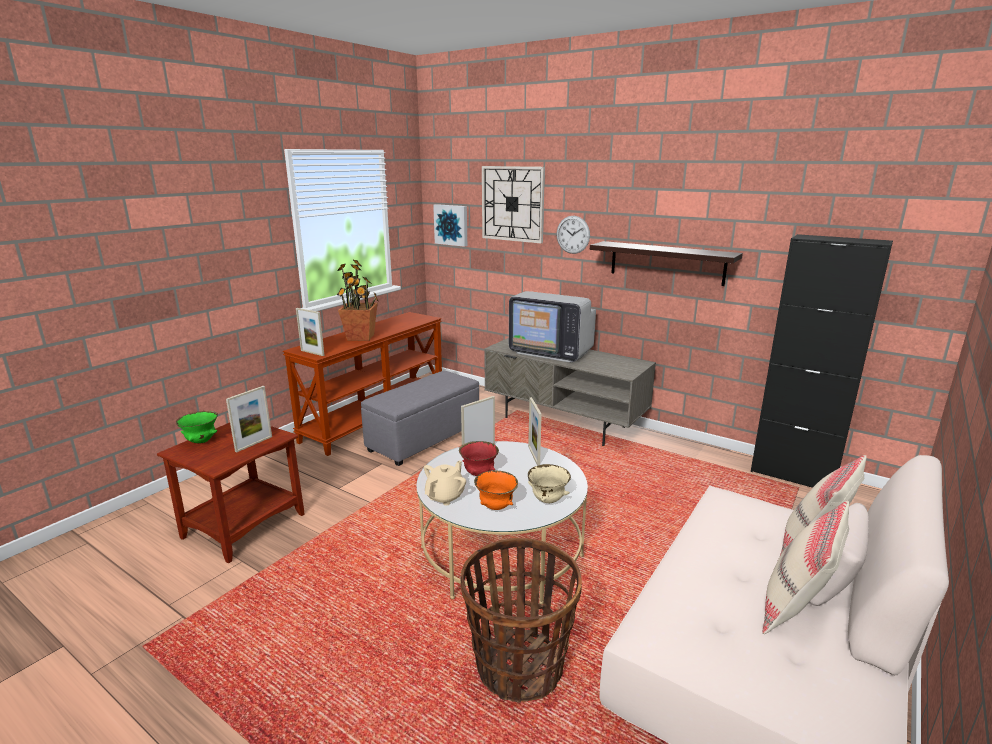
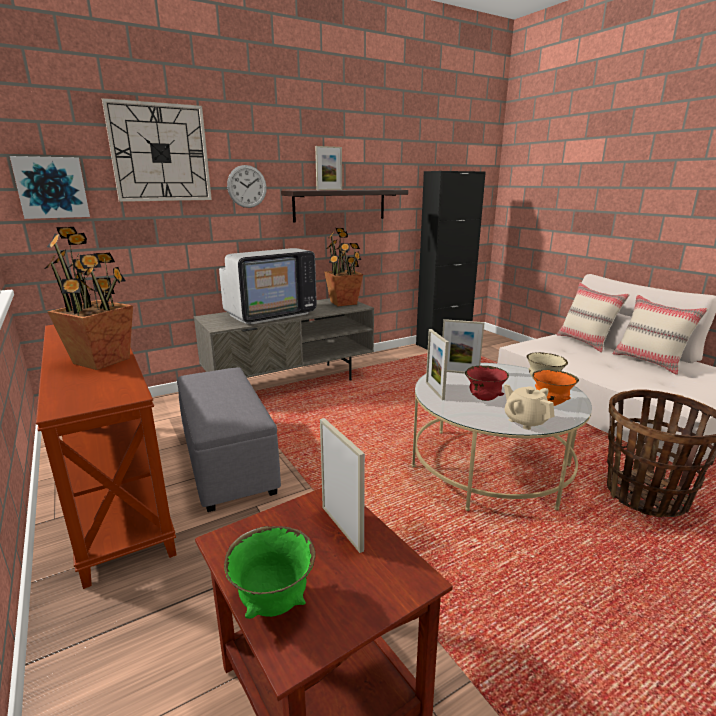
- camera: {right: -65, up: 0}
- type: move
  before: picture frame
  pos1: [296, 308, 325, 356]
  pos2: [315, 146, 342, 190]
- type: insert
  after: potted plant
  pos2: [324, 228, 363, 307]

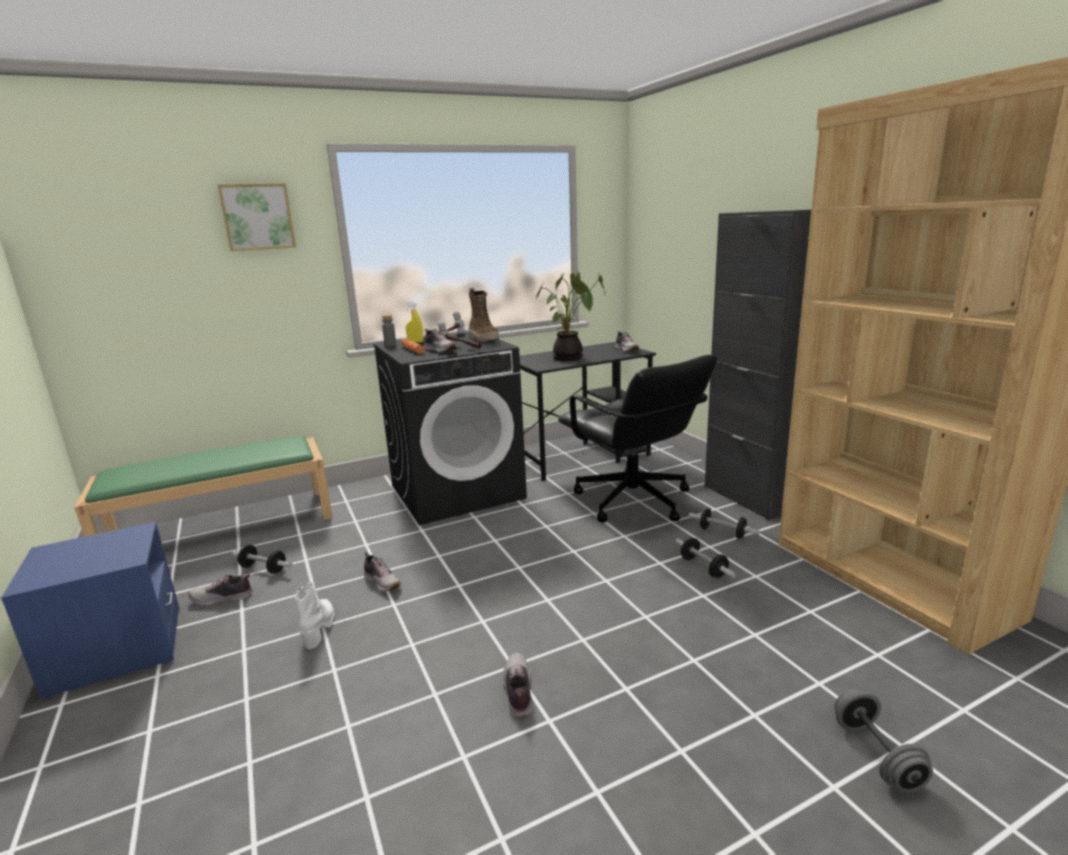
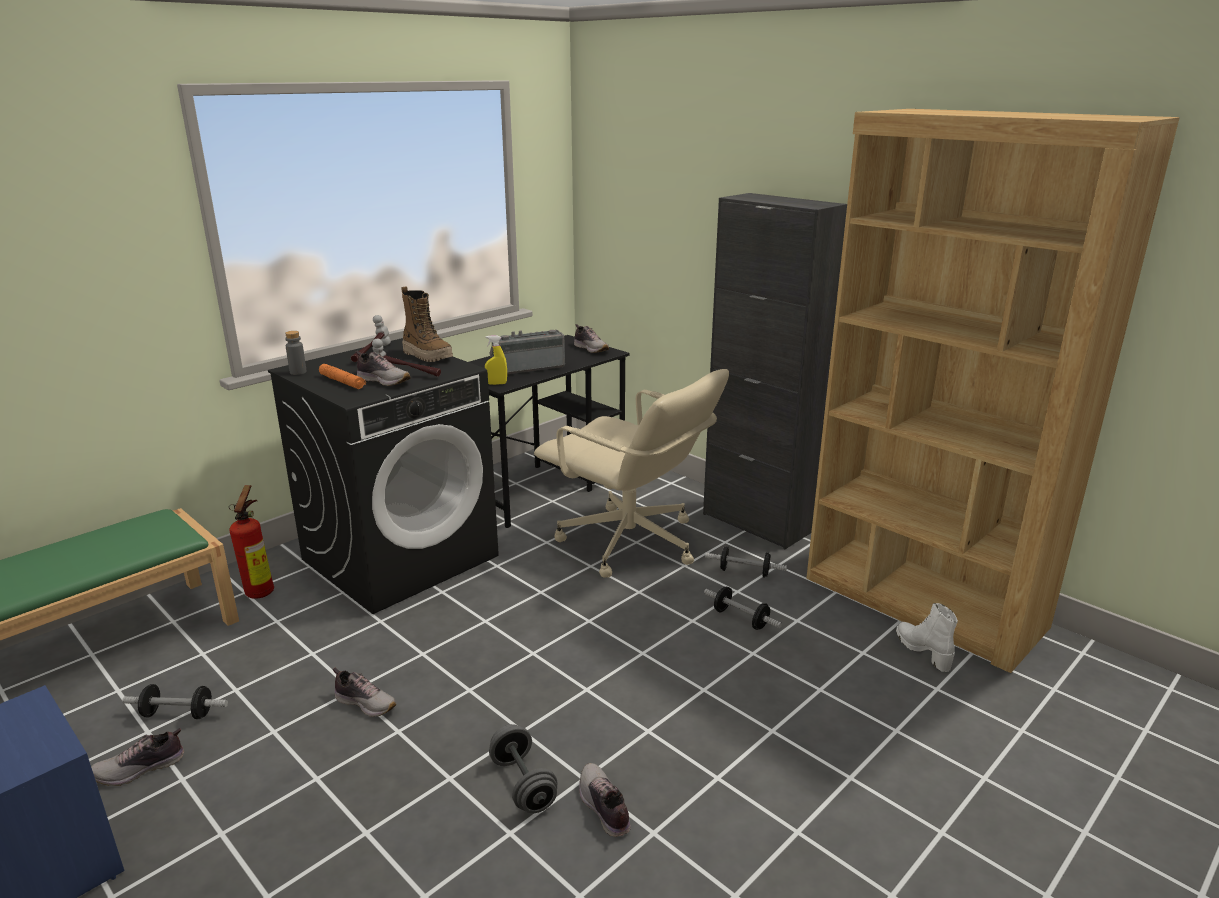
- camera: {right: -20, up: 5}
- type: delete
  before: picture
  pos1: [218, 183, 296, 251]
- type: replace
  before: potted plant
  after: radio
  pos1: [536, 272, 606, 361]
  pos2: [489, 329, 565, 374]
- type: move
  before: spray bottle/yellow
  pos1: [405, 302, 423, 342]
  pos2: [485, 335, 507, 385]
- type: recolor
  before: office chair/black
  after: office chair/beige
  pos1: [558, 355, 717, 523]
  pos2: [534, 369, 729, 578]
- type: move
  before: boot/white
  pos1: [295, 582, 334, 649]
  pos2: [896, 603, 958, 672]
- type: move
  before: dumbbell/grey
  pos1: [835, 688, 933, 793]
  pos2: [489, 724, 558, 813]
- type: insert
  after: fire extinguisher
  pos2: [229, 485, 274, 599]

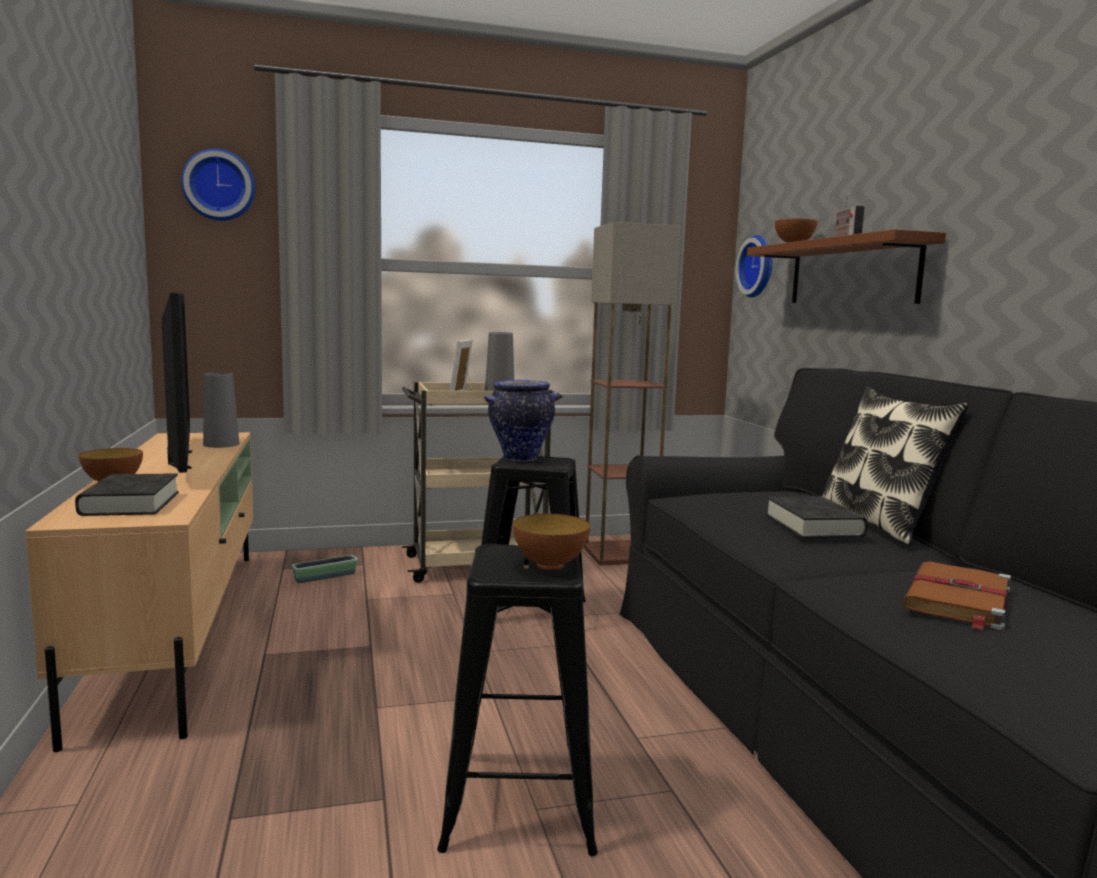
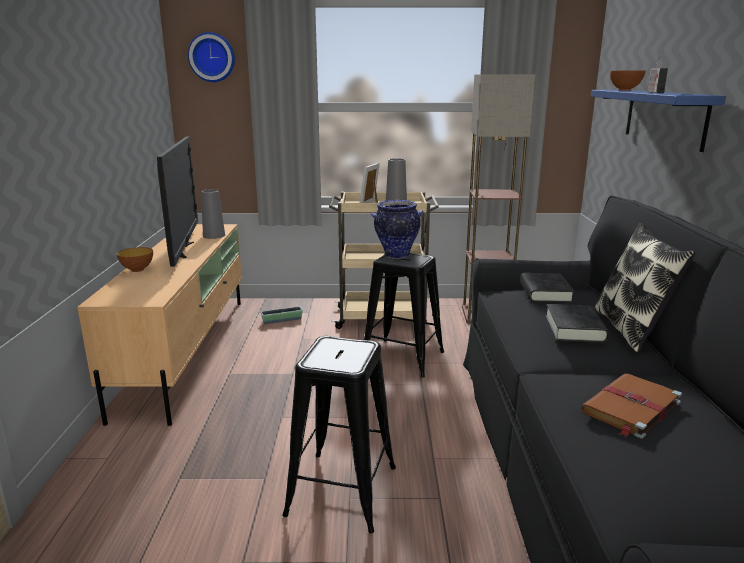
- camera: {right: 15, up: 10}
- type: recolor
  before: shelf/brown
  after: shelf/blue
  pos1: [747, 229, 946, 304]
  pos2: [591, 90, 726, 152]
- type: delete
  before: wall clock
  pos1: [736, 235, 772, 298]
- type: move
  before: book/black
  pos1: [75, 473, 179, 516]
  pos2: [520, 273, 574, 303]
- type: delete
  before: bowl
  pos1: [513, 514, 590, 570]

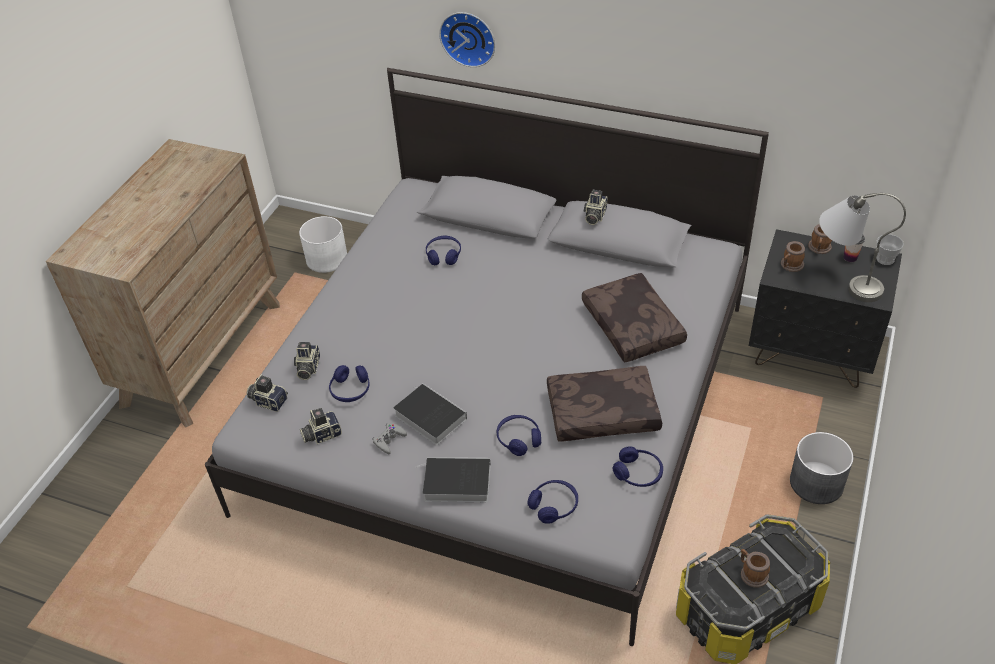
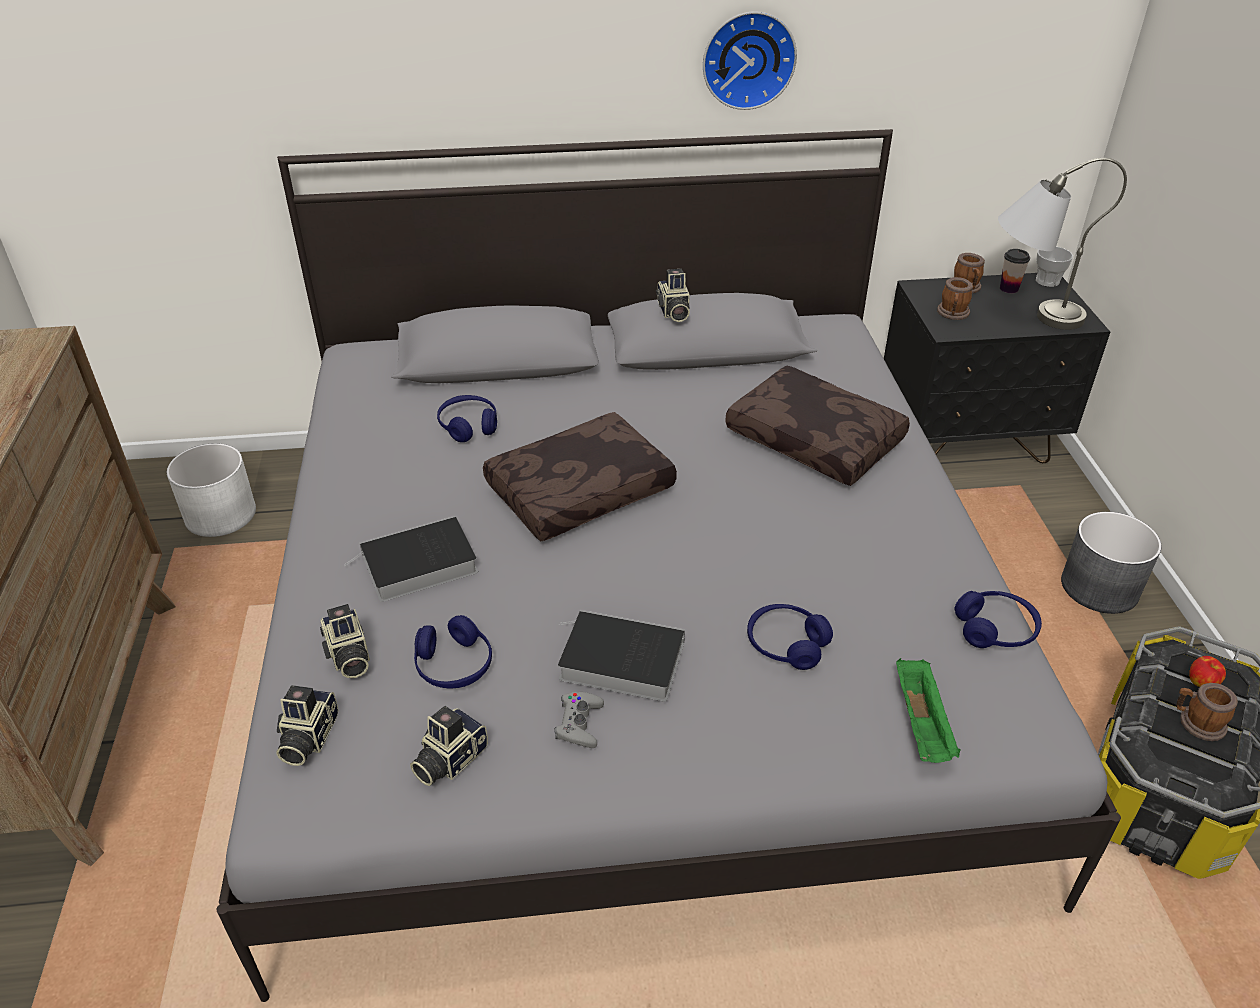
- camera: {right: -30, up: -5}
- type: move
  before: wall clock
  pos1: [439, 12, 495, 67]
  pos2: [703, 11, 797, 110]
- type: move
  before: pillow/brown
  pos1: [547, 366, 662, 441]
  pos2: [483, 412, 677, 542]
- type: rotate
  before: photo camera
  pos1: [246, 374, 288, 412]
  pos2: [276, 685, 338, 766]
  turn: -75
- type: move
  before: book
  pos1: [415, 457, 491, 502]
  pos2: [344, 516, 478, 602]
- type: replace
  before: headphones/blue
  after: tray/green
  pos1: [528, 480, 578, 524]
  pos2: [896, 658, 961, 763]
- type: insert
  after: apple
  pos2: [1189, 656, 1226, 687]

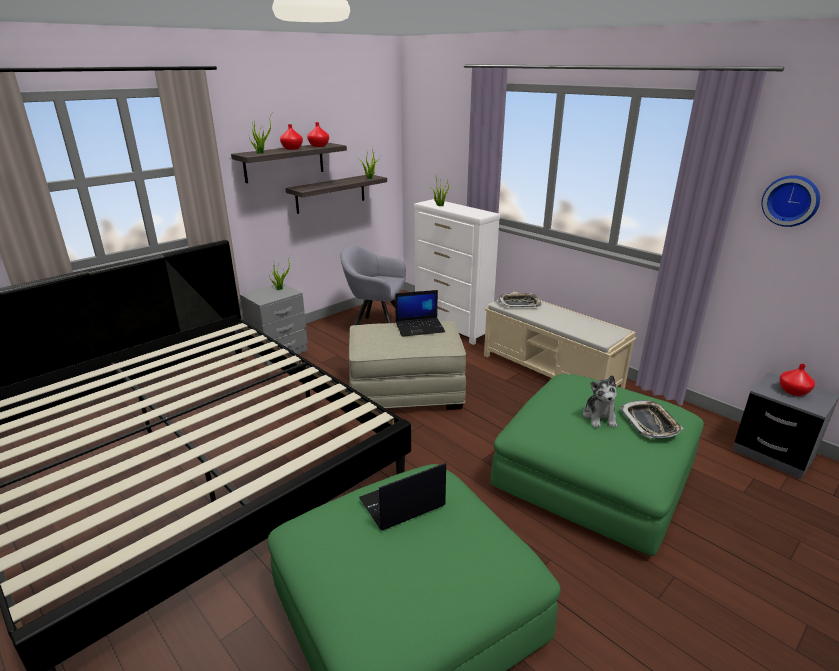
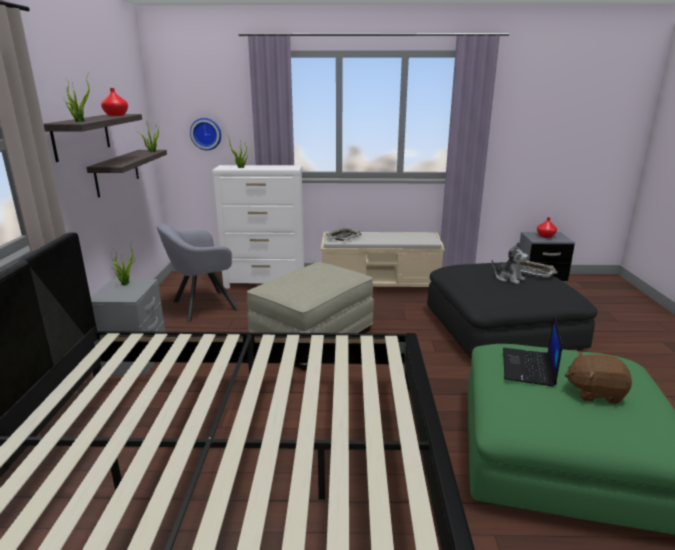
- camera: {right: -45, up: -5}
- type: delete
  before: vase/red
  pos1: [280, 124, 303, 150]
- type: move
  before: wall clock
  pos1: [761, 175, 820, 227]
  pos2: [190, 118, 221, 150]
- type: delete
  before: laptop
  pos1: [395, 290, 445, 337]
- type: recolor
  before: ottoman/green
  after: ottoman/black
  pos1: [490, 374, 704, 556]
  pos2: [427, 262, 598, 359]
- type: insert
  after: plush toy/brown
  pos2: [565, 351, 632, 404]

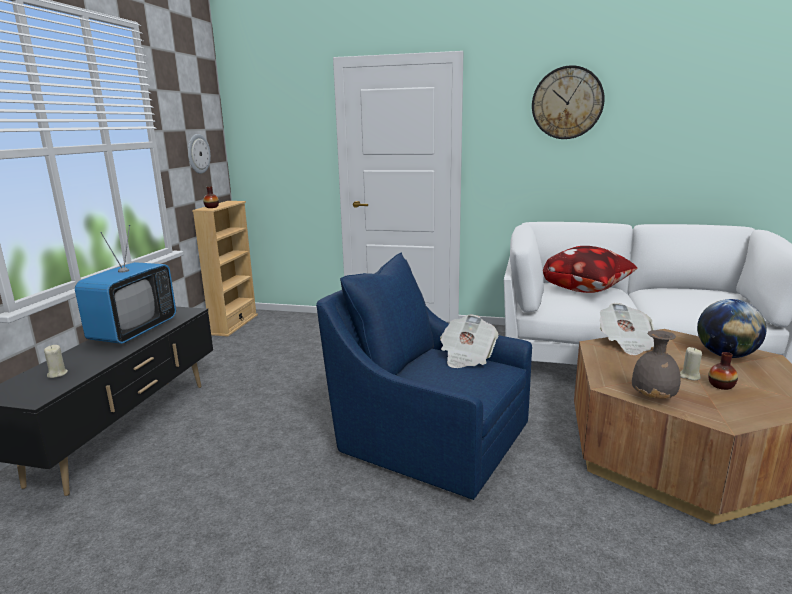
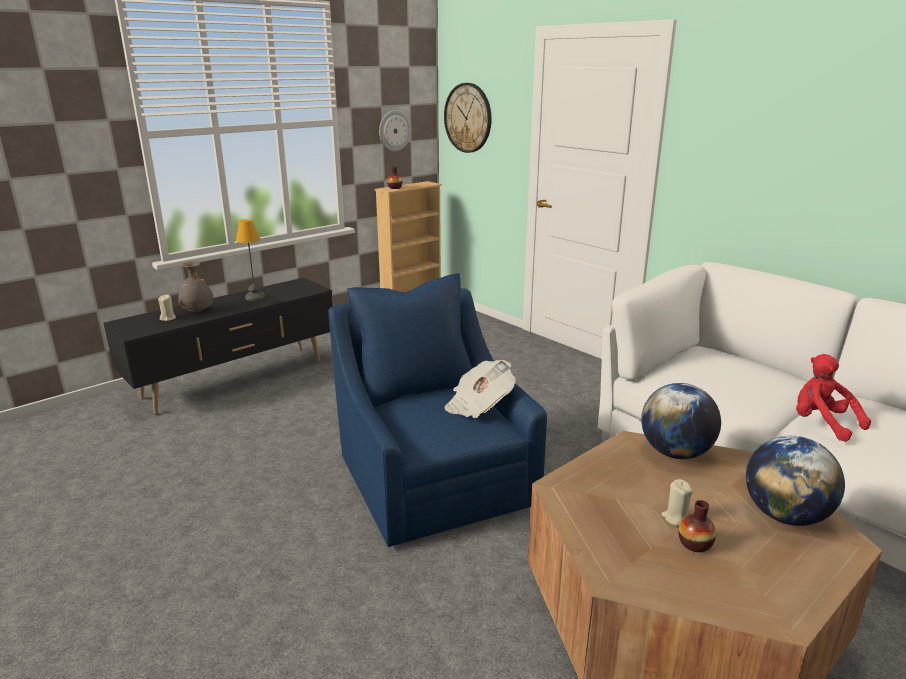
- camera: {right: 35, up: 5}
- type: move
  before: wall clock
  pos1: [532, 65, 605, 139]
  pos2: [444, 83, 492, 153]
- type: replace
  before: television
  after: table lamp
  pos1: [75, 225, 176, 344]
  pos2: [236, 219, 265, 301]
- type: delete
  before: pillow
  pos1: [543, 246, 638, 293]
- type: replace
  before: newspaper
  after: globe
  pos1: [600, 303, 655, 355]
  pos2: [641, 383, 721, 459]
- type: move
  before: vase/grey
  pos1: [632, 330, 681, 399]
  pos2: [178, 262, 214, 312]
- type: insert
  after: plush toy/red
  pos2: [796, 354, 871, 442]

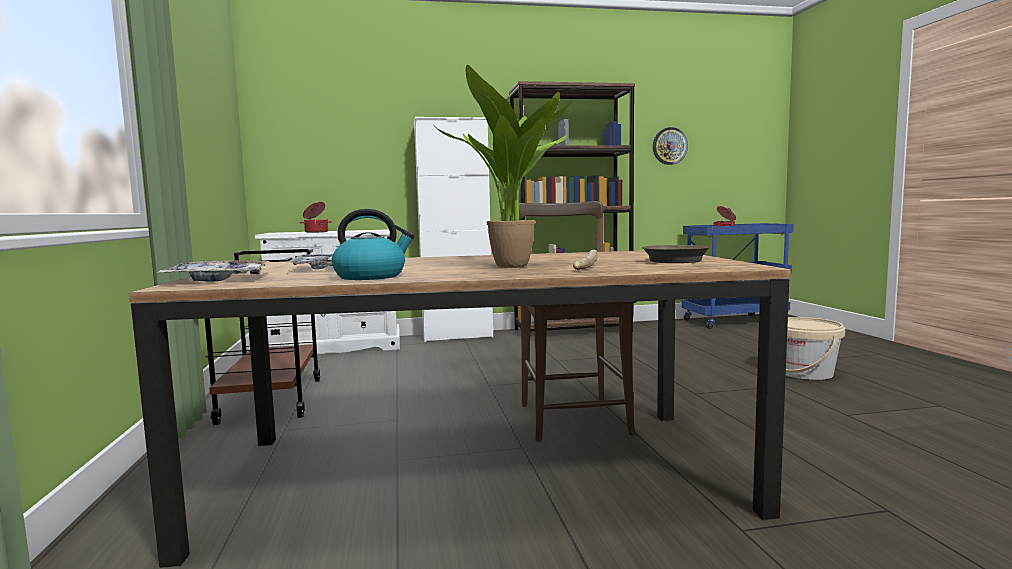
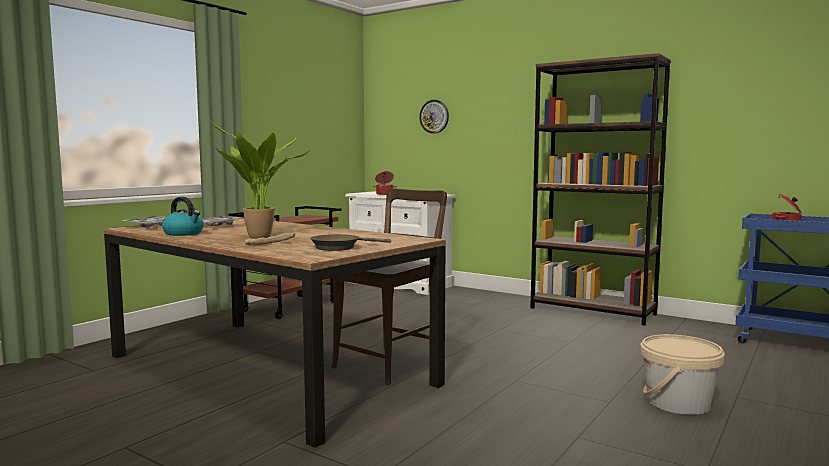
- camera: {right: 45, up: 0}
- type: delete
  before: cabinet/white
  pos1: [414, 117, 493, 342]
- type: move
  before: wall clock
  pos1: [653, 127, 688, 165]
  pos2: [419, 100, 449, 134]

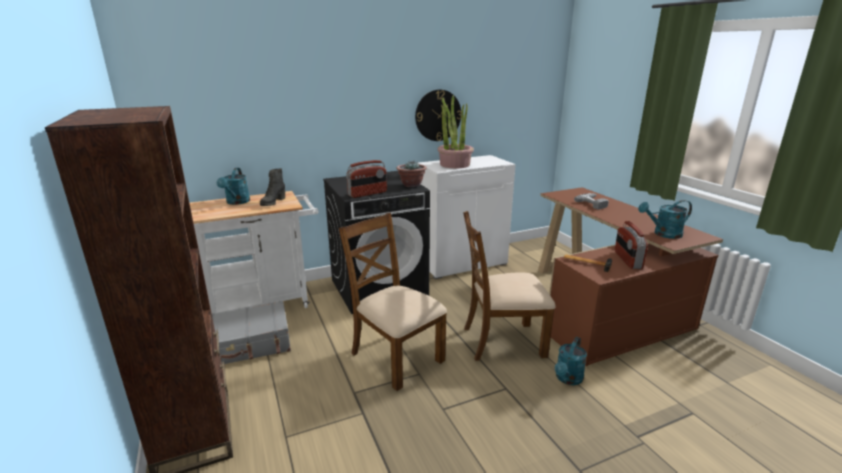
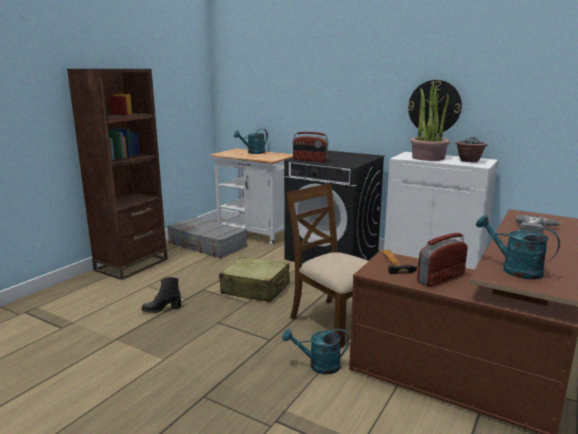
- camera: {right: 55, up: -5}
- type: move
  before: potted plant
  pos1: [396, 160, 427, 187]
  pos2: [456, 137, 488, 162]
- type: move
  before: boot/black
  pos1: [260, 169, 285, 206]
  pos2: [142, 277, 181, 313]
- type: replace
  before: chair/brown
  after: suitcase/beige
  pos1: [339, 213, 447, 391]
  pos2: [219, 257, 290, 302]

